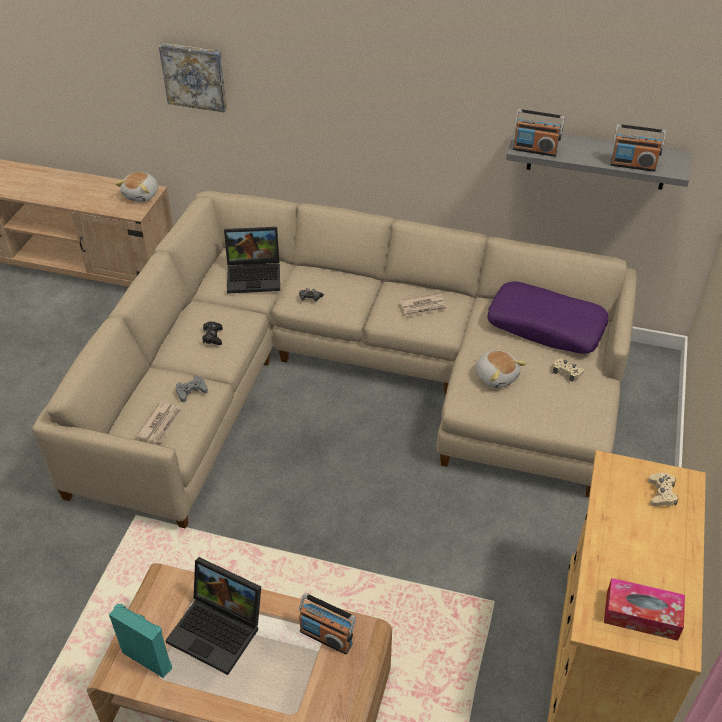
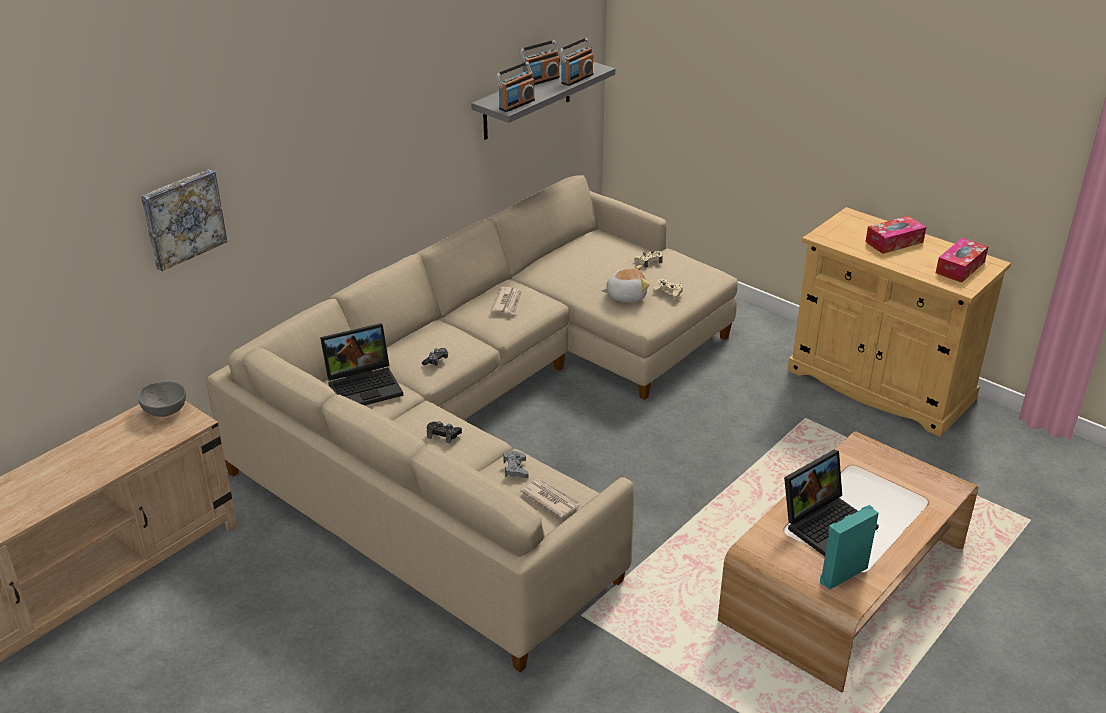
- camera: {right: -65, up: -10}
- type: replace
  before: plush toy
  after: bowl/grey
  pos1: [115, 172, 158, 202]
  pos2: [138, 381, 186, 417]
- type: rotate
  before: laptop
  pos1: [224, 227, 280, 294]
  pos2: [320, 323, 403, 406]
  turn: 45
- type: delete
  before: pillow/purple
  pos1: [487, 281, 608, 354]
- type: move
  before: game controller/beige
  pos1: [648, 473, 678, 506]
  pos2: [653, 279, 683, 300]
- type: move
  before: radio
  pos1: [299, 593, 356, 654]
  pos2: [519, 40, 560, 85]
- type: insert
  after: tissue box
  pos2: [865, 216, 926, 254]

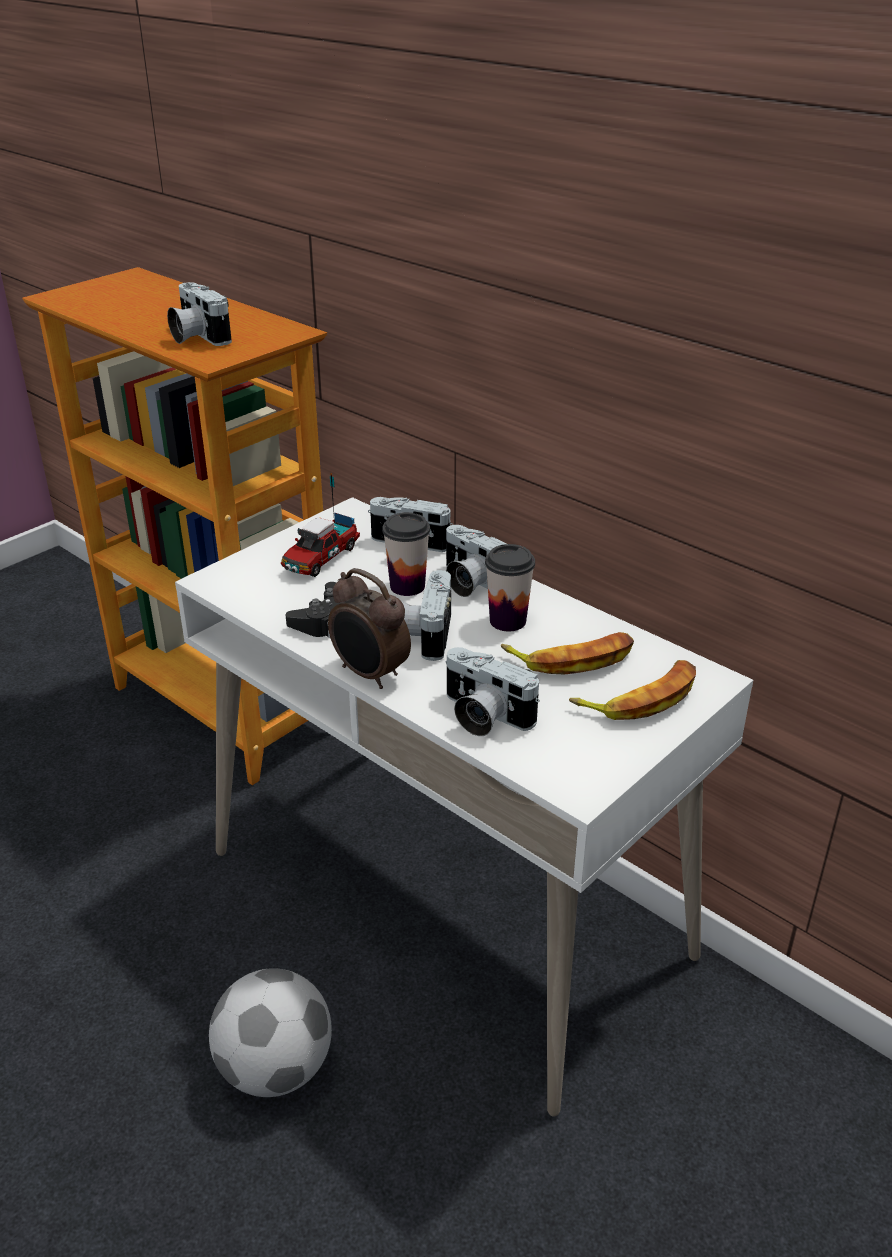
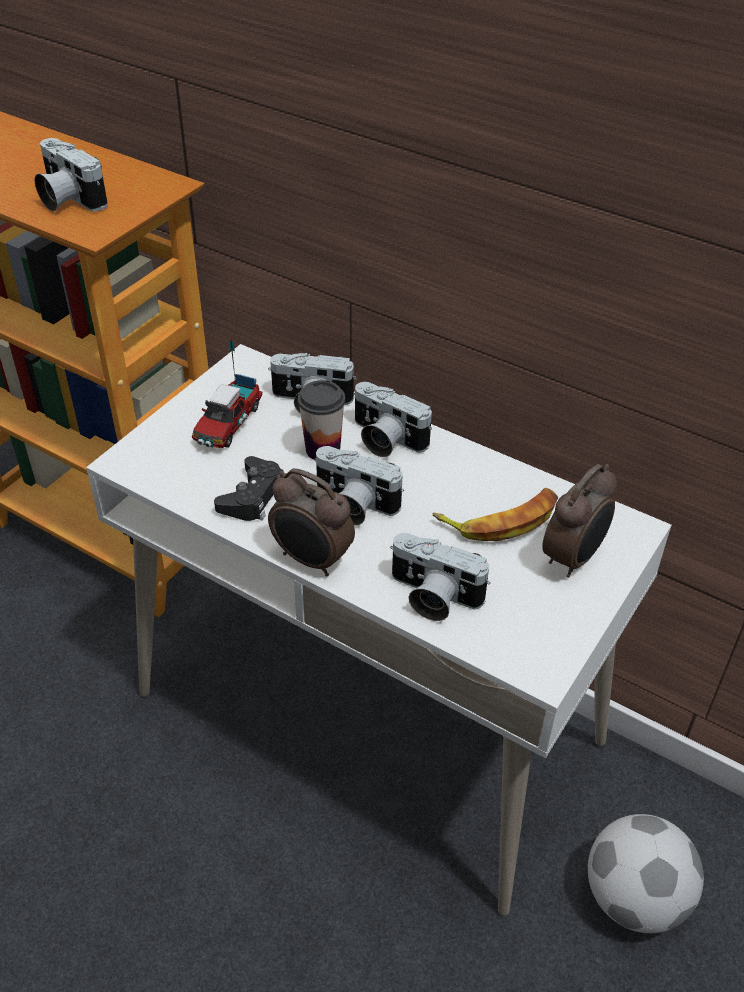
- camera: {right: -10, up: 10}
- type: delete
  before: cup
  pos1: [485, 544, 535, 631]
- type: rotate
  before: photo camera
  pos1: [400, 570, 451, 661]
  pos2: [314, 446, 404, 526]
  turn: -60
- type: replace
  before: banana
  after: alarm clock
  pos1: [569, 660, 696, 720]
  pos2: [542, 464, 617, 578]
- type: move
  before: football
  pos1: [209, 968, 332, 1097]
  pos2: [588, 814, 704, 933]

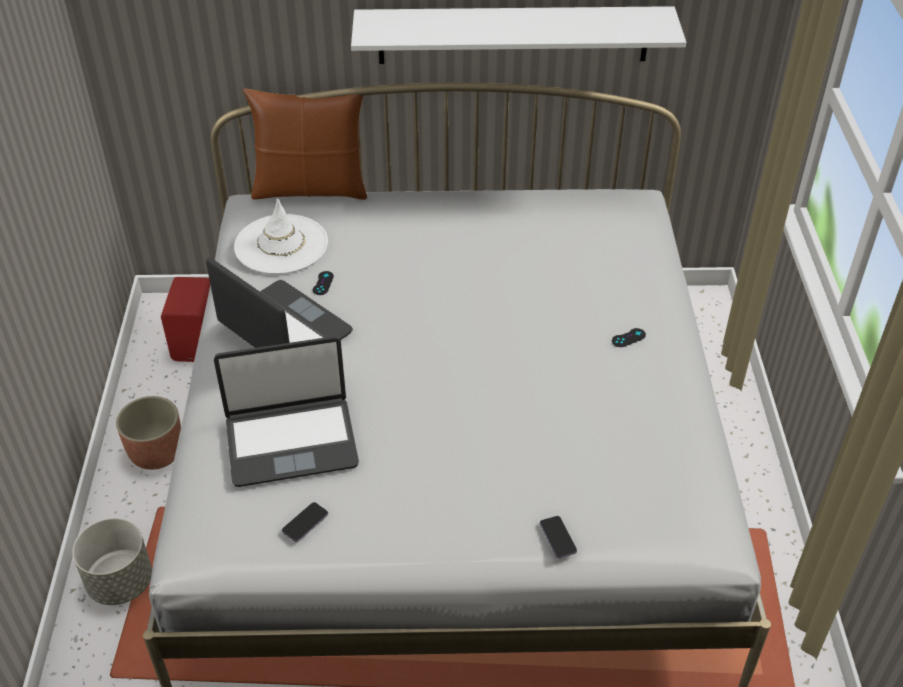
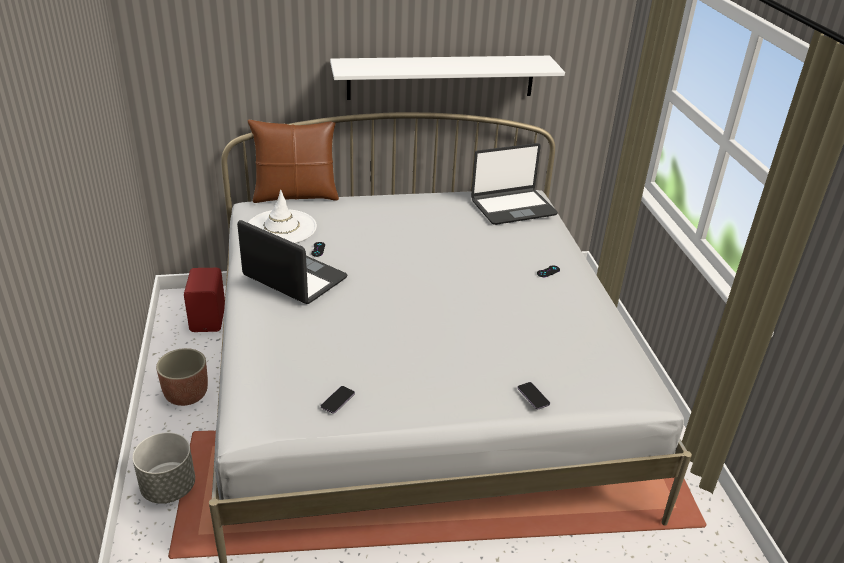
- camera: {right: -10, up: -10}
- type: move
  before: laptop
  pos1: [214, 336, 359, 487]
  pos2: [471, 143, 558, 225]

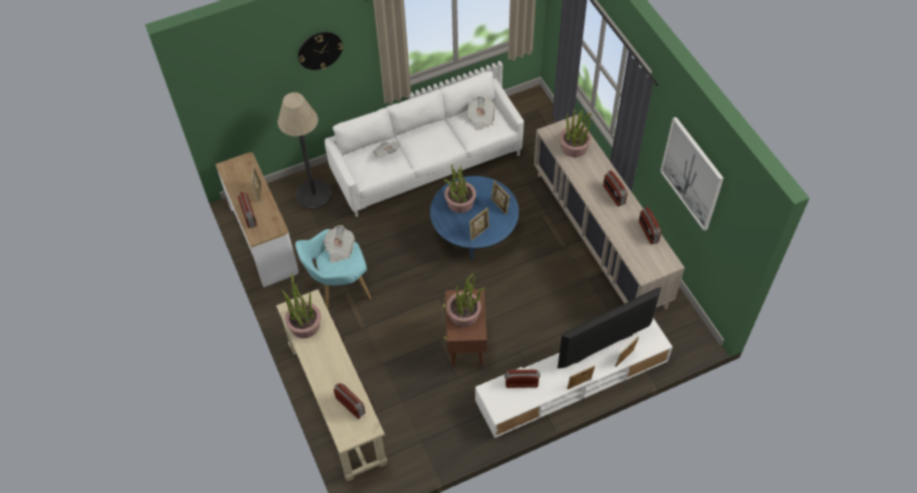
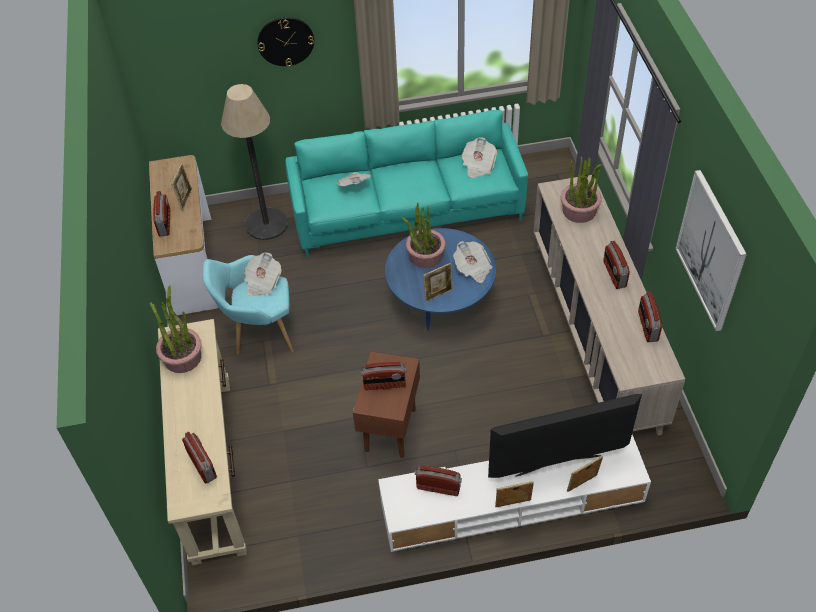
- camera: {right: 15, up: -5}
- type: recolor
  before: sofa/white
  after: sofa/turquoise
  pos1: [325, 71, 524, 217]
  pos2: [285, 110, 528, 257]
- type: replace
  before: picture frame
  after: newspaper
  pos1: [491, 180, 510, 215]
  pos2: [453, 241, 493, 283]
- type: replace
  before: potted plant
  after: radio
  pos1: [446, 273, 486, 327]
  pos2: [361, 362, 406, 390]

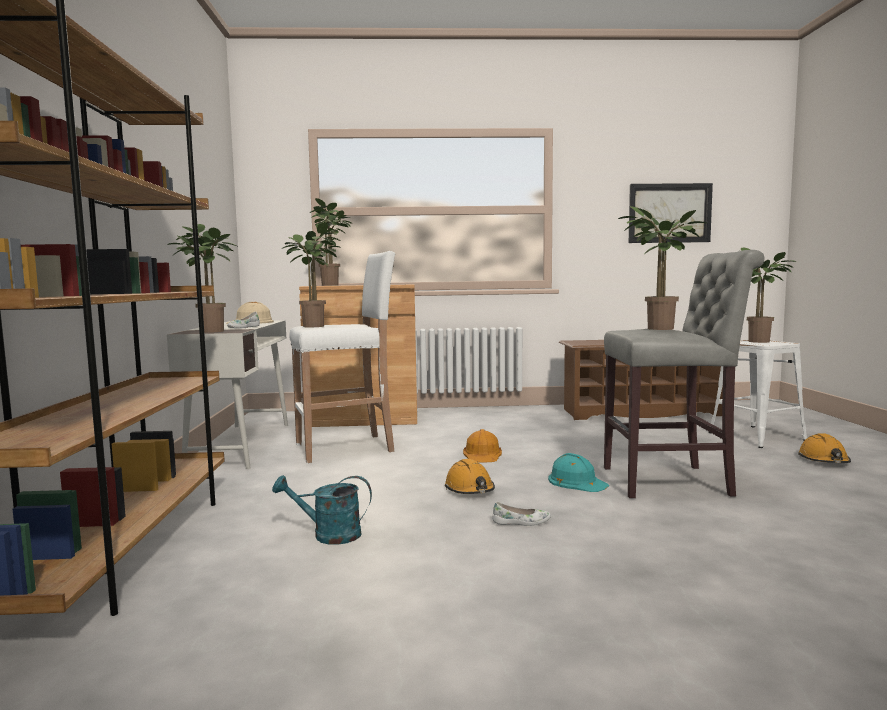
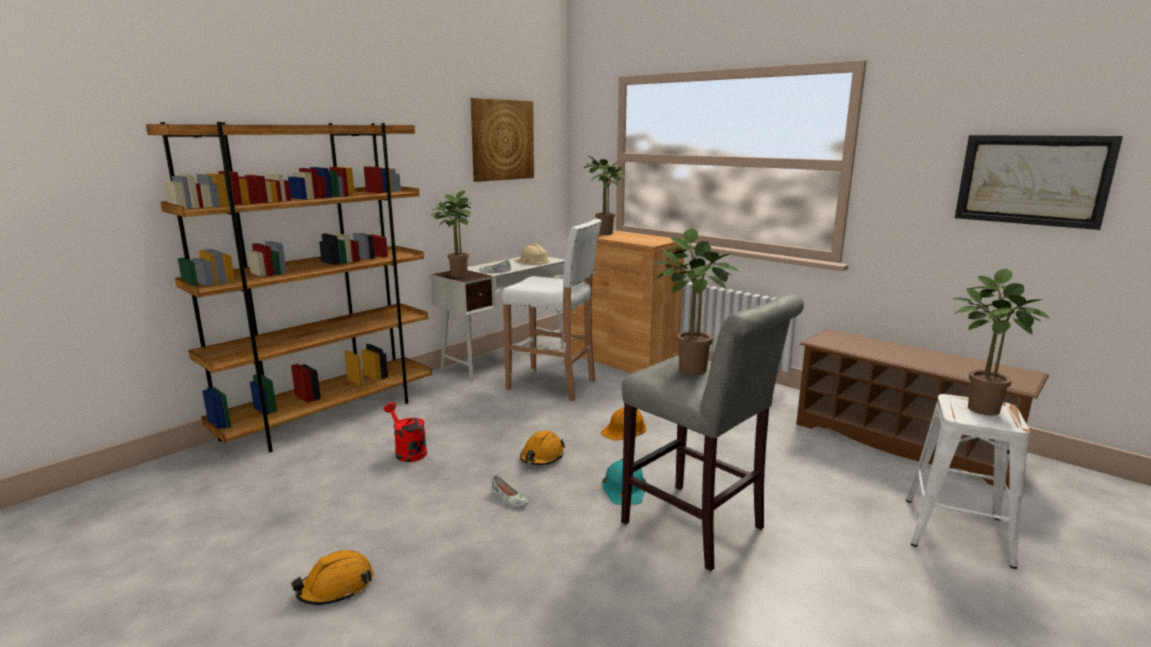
- camera: {right: 45, up: 10}
- type: delete
  before: potted plant
  pos1: [281, 223, 342, 327]
- type: move
  before: hard hat/orange
  pos1: [798, 433, 851, 463]
  pos2: [291, 550, 373, 605]
- type: recolor
  before: watering can/turquoise
  after: watering can/red
  pos1: [272, 475, 372, 545]
  pos2: [384, 402, 427, 462]
- type: insert
  after: picture
  pos2: [471, 98, 534, 182]

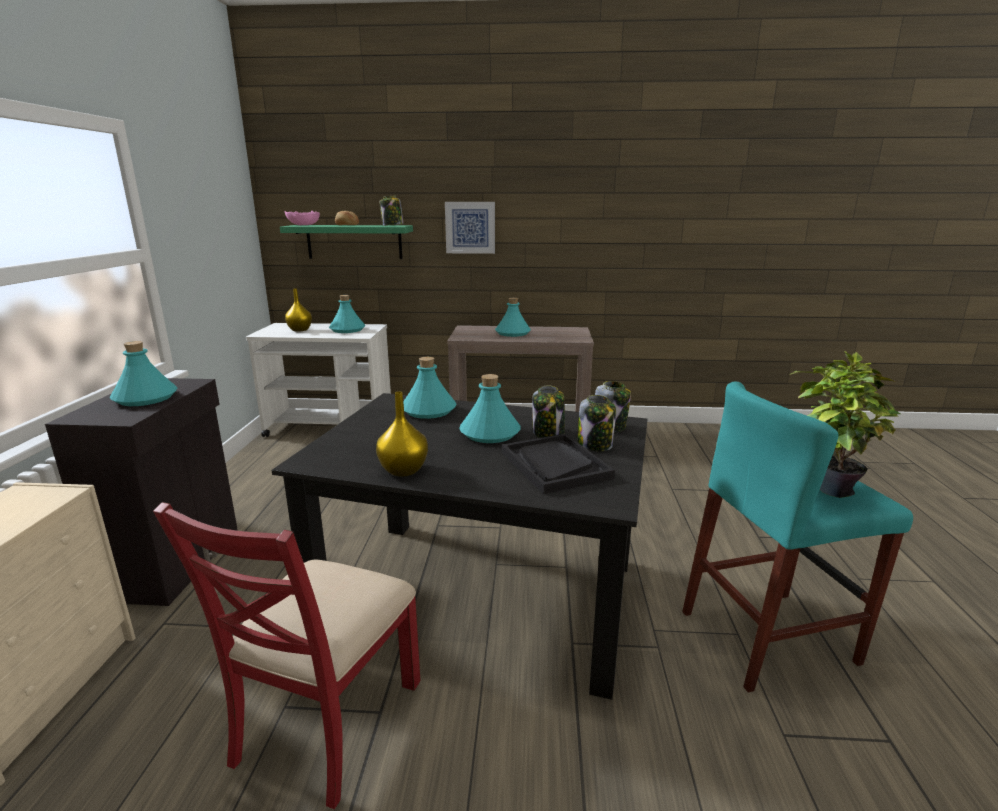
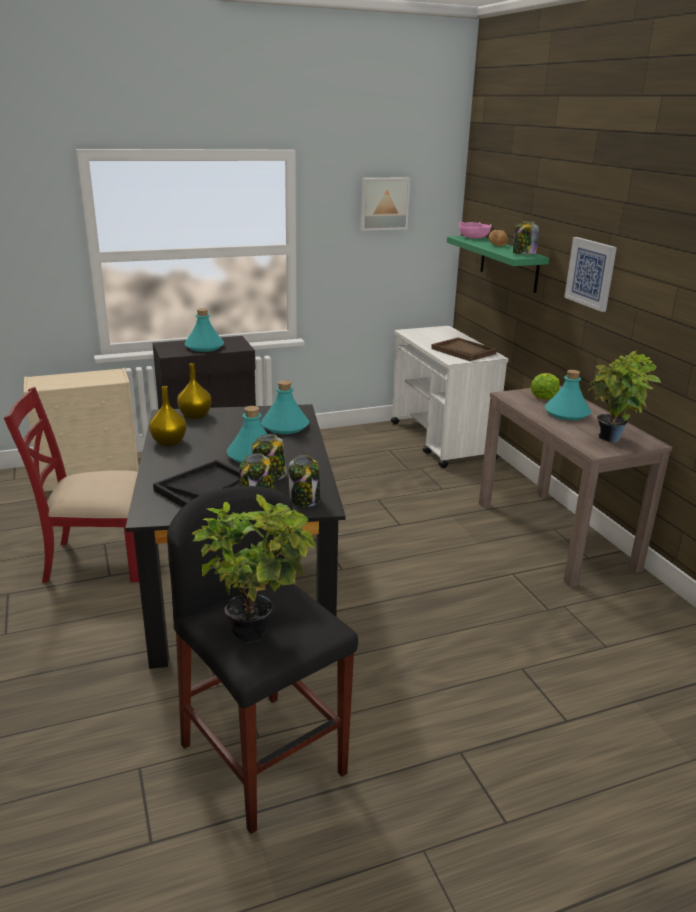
- camera: {right: 65, up: 5}
- type: move
  before: vase/yellow
  pos1: [285, 288, 312, 332]
  pos2: [177, 363, 212, 419]
- type: replace
  before: bottle/turquoise
  after: tray/brown
  pos1: [329, 295, 365, 333]
  pos2: [431, 337, 497, 361]
- type: recolor
  before: stool/turquoise
  after: stool/black
  pos1: [682, 381, 913, 692]
  pos2: [167, 486, 358, 834]
- type: insert
  after: picture
  pos2: [360, 177, 410, 231]
- type: insert
  after: potted plant
  pos2: [588, 350, 661, 443]
- type: insert
  after: lettuce
  pos2: [530, 373, 560, 400]

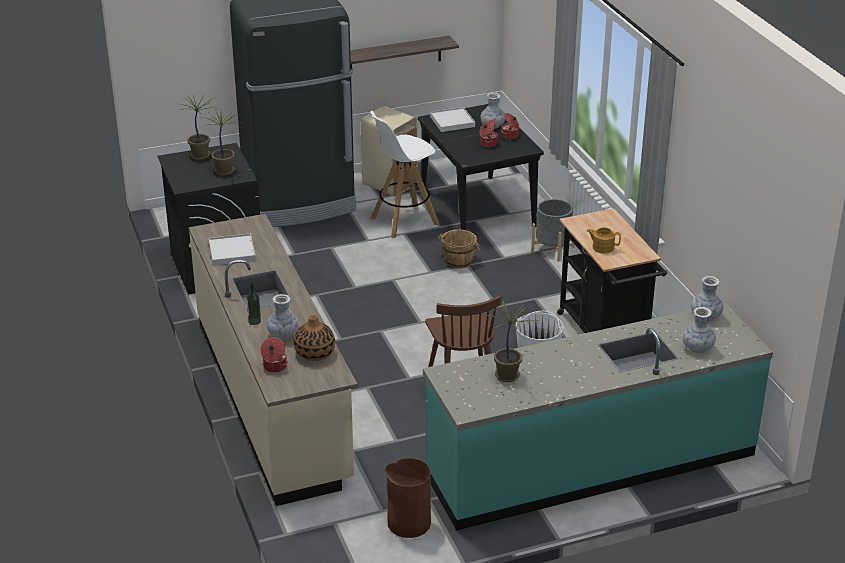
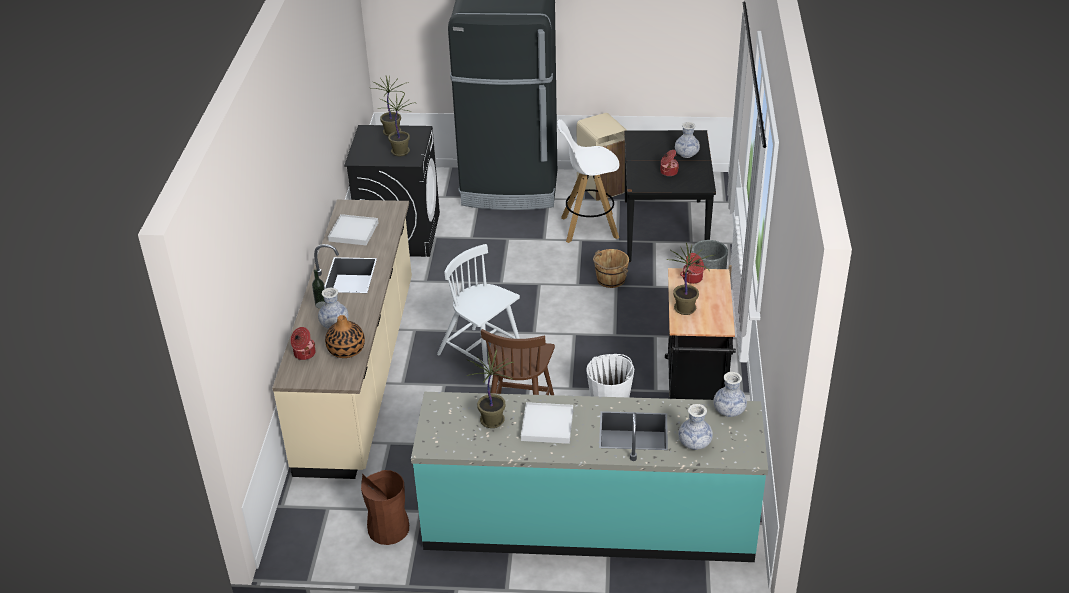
- camera: {right: 25, up: 5}
- type: delete
  before: shelf
  pos1: [350, 36, 459, 69]
- type: move
  before: tray/white
  pos1: [430, 107, 475, 132]
  pos2: [521, 402, 573, 444]
- type: move
  before: cooking pot
  pos1: [501, 113, 519, 139]
  pos2: [680, 253, 706, 284]
- type: replace
  before: teapot
  after: potted plant
  pos1: [587, 227, 621, 254]
  pos2: [667, 242, 713, 315]
- type: insert
  after: chair/white
  pos2: [437, 244, 520, 384]

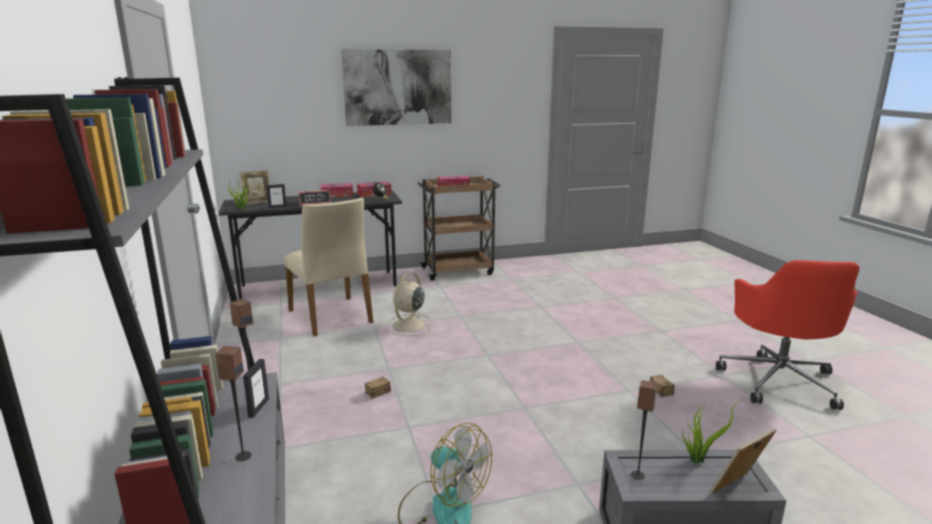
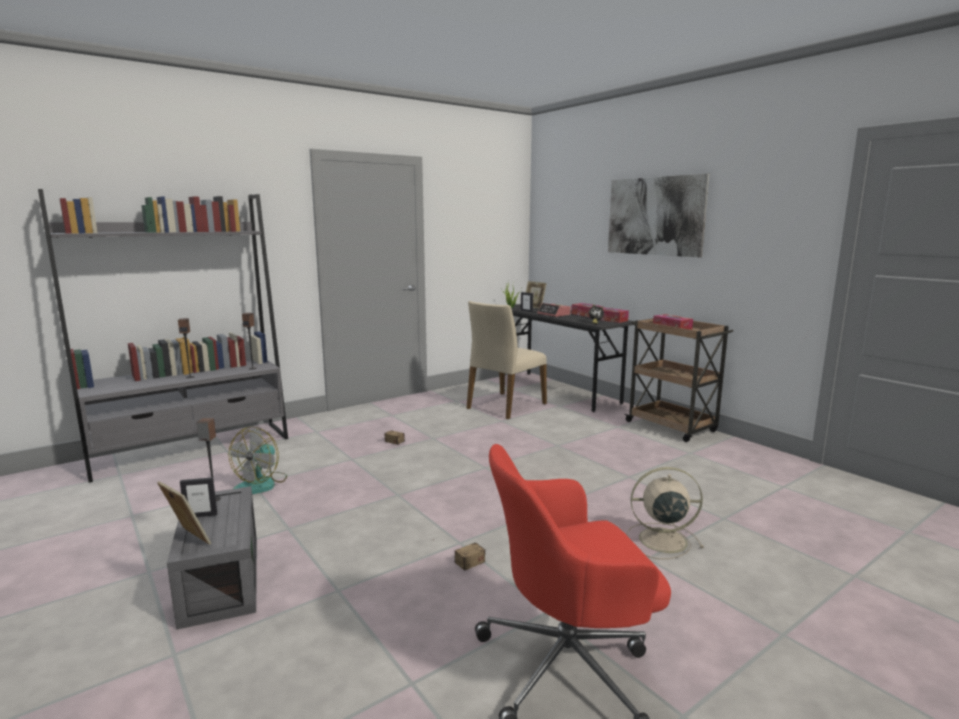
- camera: {right: 70, up: -5}
- type: move
  before: fan/beige
  pos1: [385, 272, 431, 336]
  pos2: [627, 467, 704, 560]
- type: move
  before: picture frame
  pos1: [243, 359, 269, 418]
  pos2: [180, 477, 217, 517]
- type: delete
  before: potted plant
  pos1: [682, 399, 743, 464]

